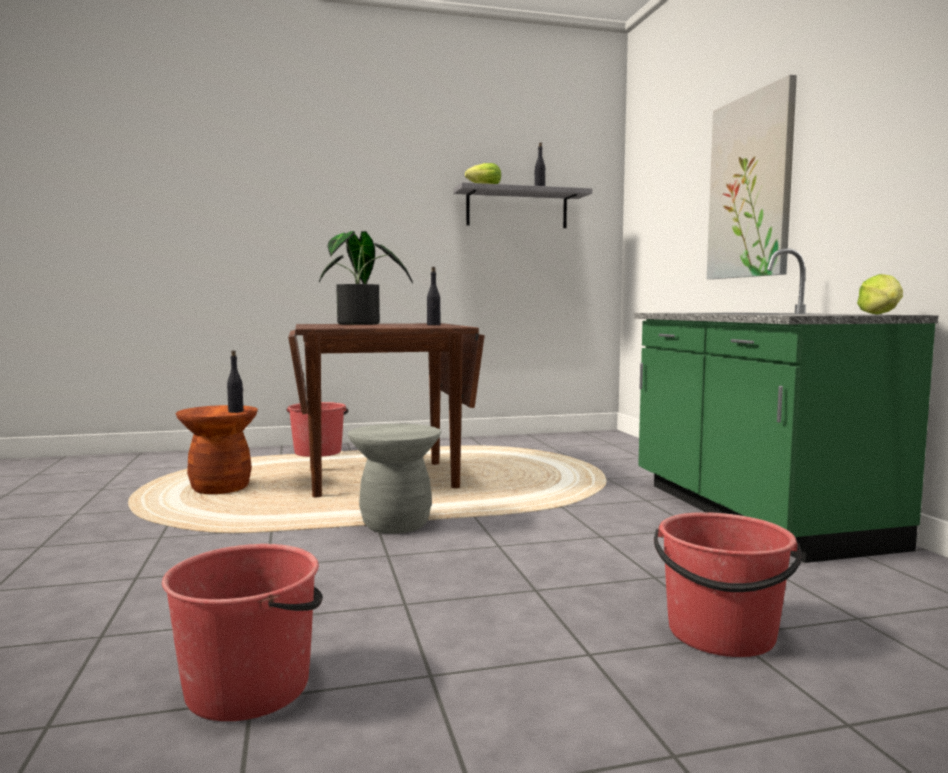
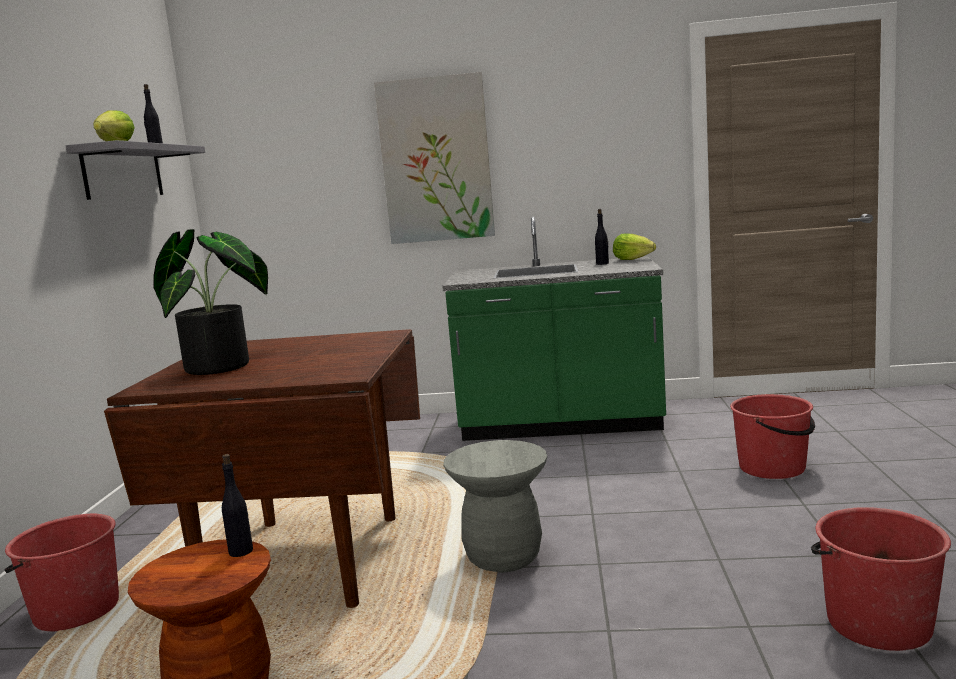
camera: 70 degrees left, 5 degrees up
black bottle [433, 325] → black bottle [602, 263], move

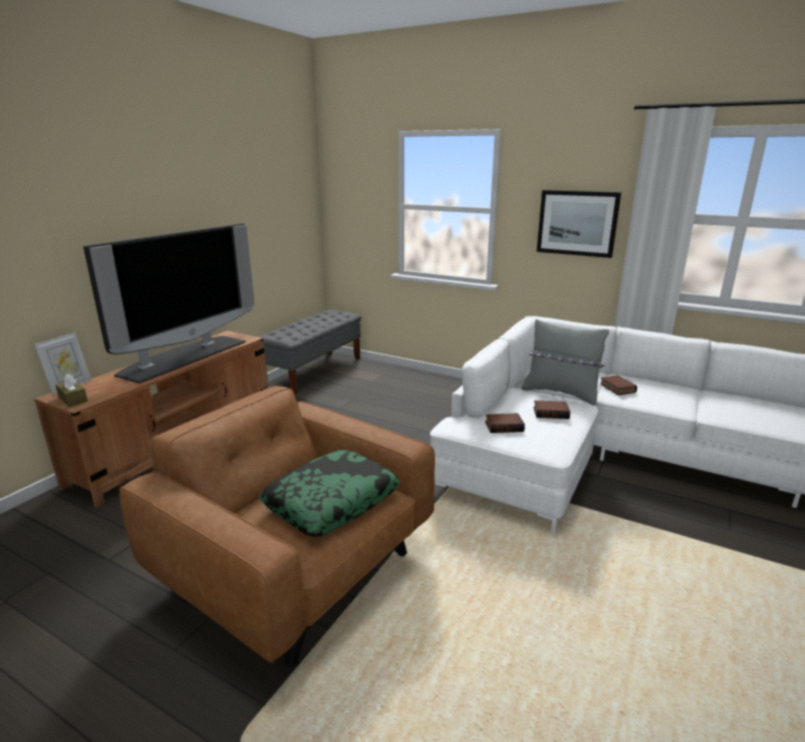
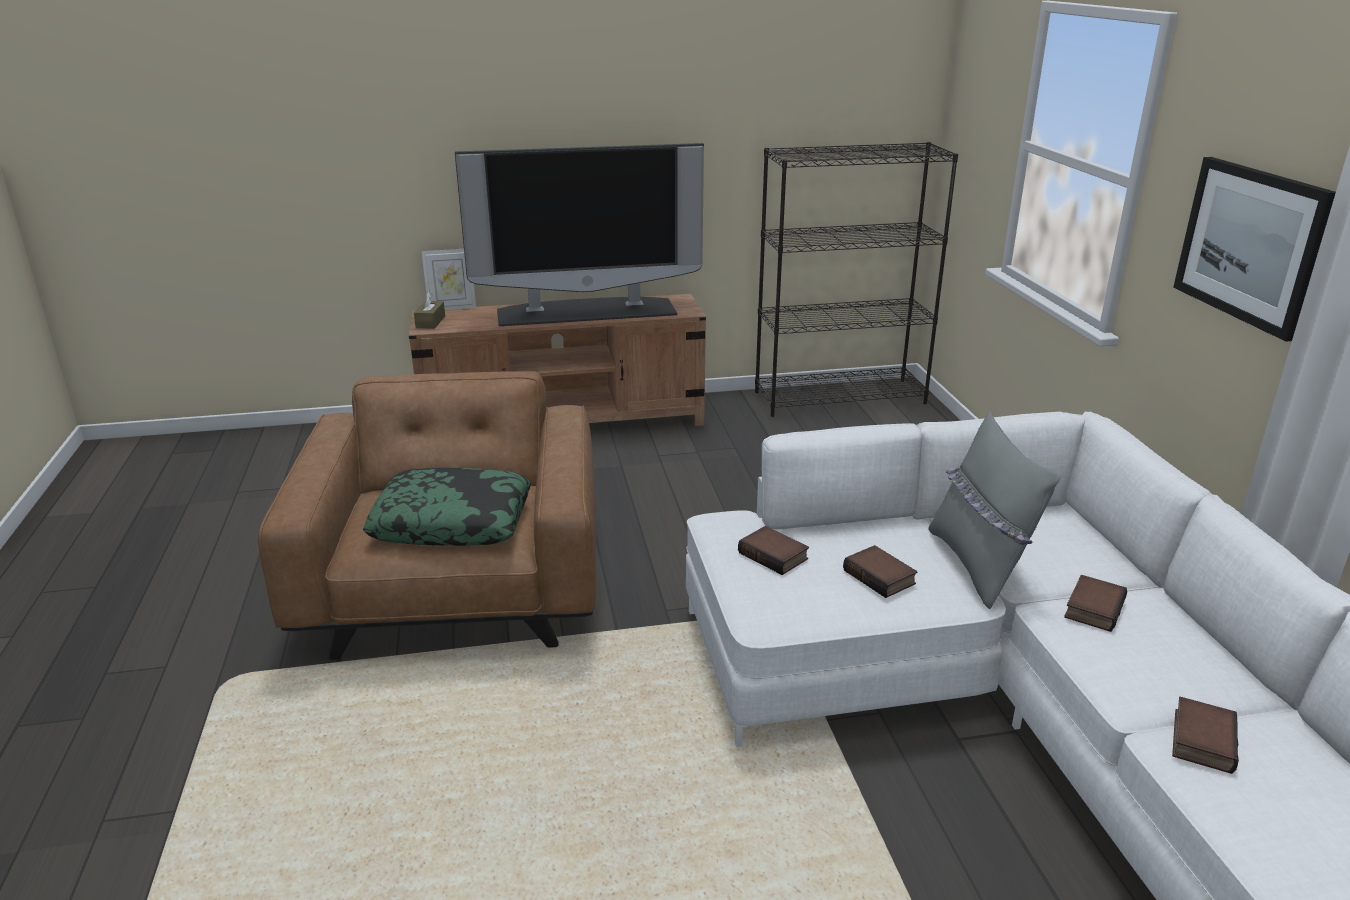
camera: 50 degrees right, 5 degrees up
grey bench [313, 371] → black bookcase [840, 397]
- → book [1200, 739]

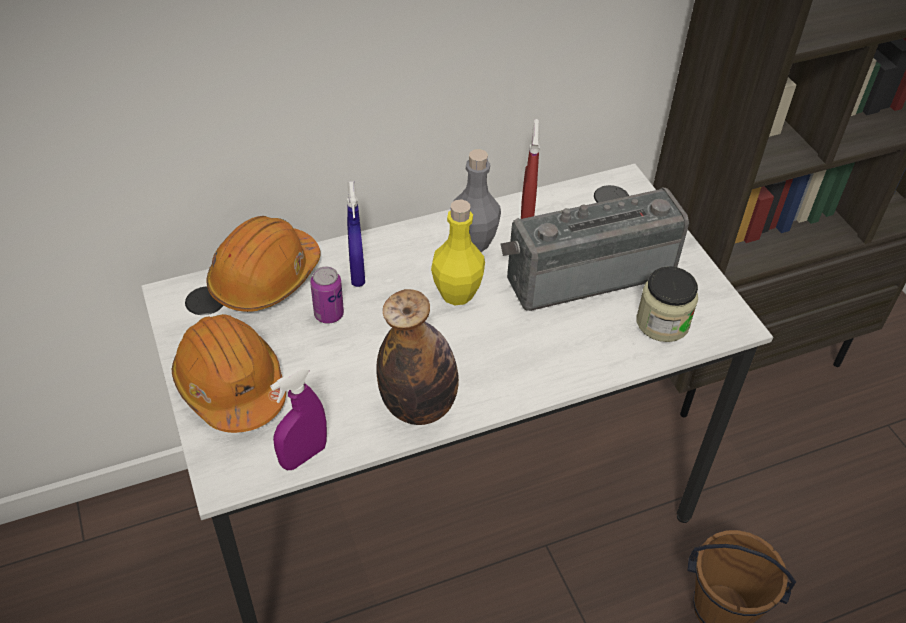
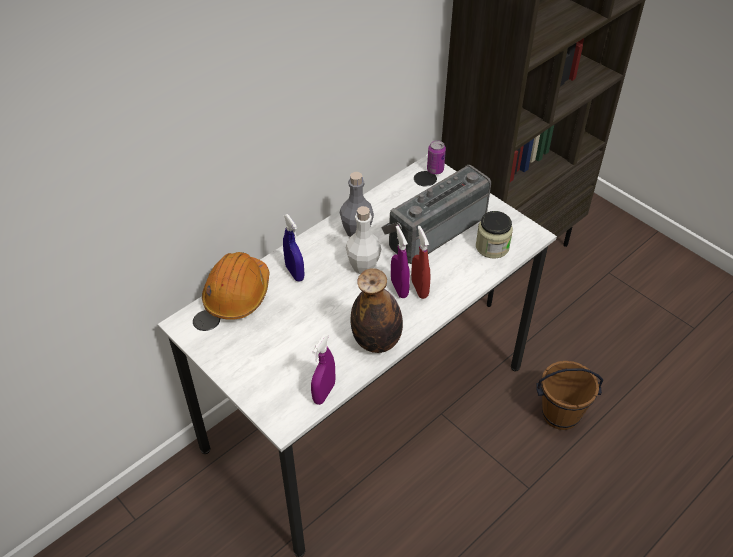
camera: 20 degrees left, 0 degrees up
orange hard hat [231, 386] → -
can [329, 314] → can [435, 170], move
yellow bottle [457, 293] → white bottle [363, 266]
red spray bottle [527, 215] → red spray bottle [419, 289], move
- → purple spray bottle [399, 288]

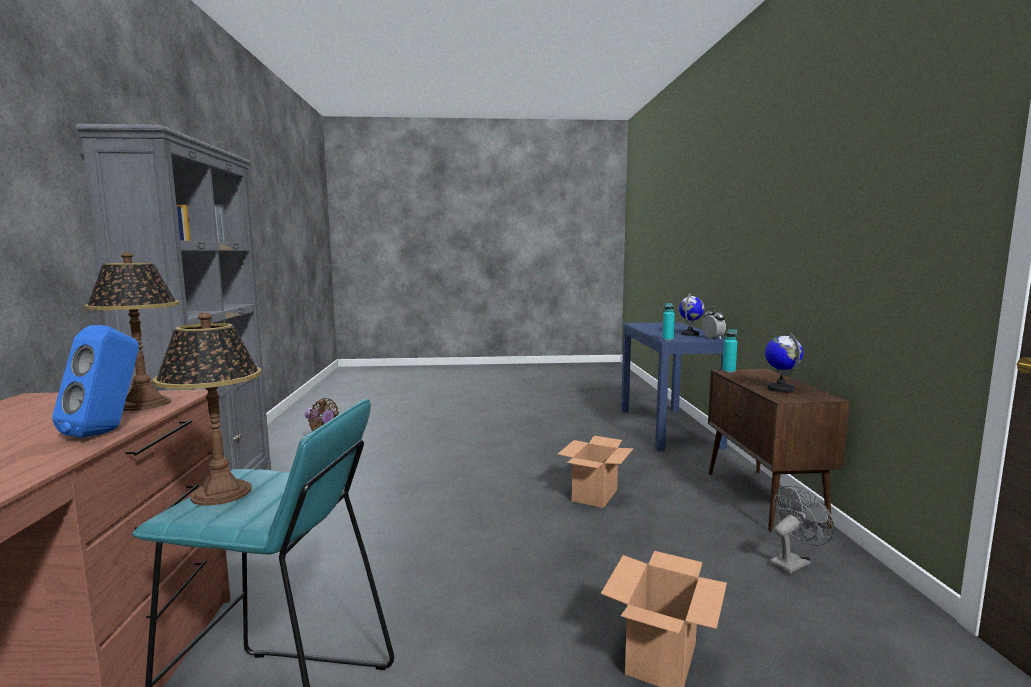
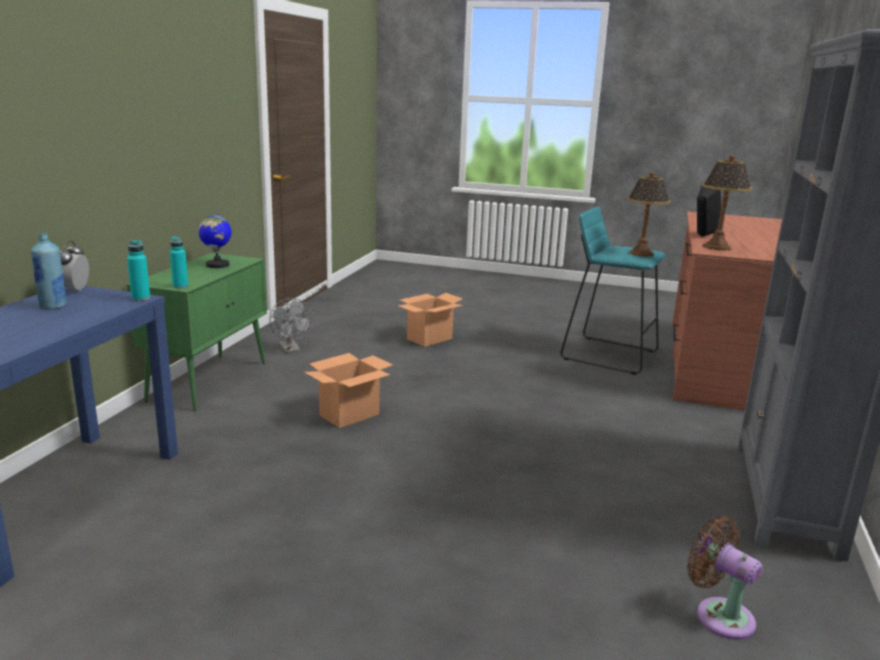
camera: 160 degrees left, 10 degrees up
blue speaker [107, 431] → black speaker [702, 236]
globe [690, 334] → blue bottle [53, 306]
brown cabinet [764, 499] → green cabinet [209, 380]
grey fan [793, 562] → grey fan [291, 349], 105 degrees counterclockwise

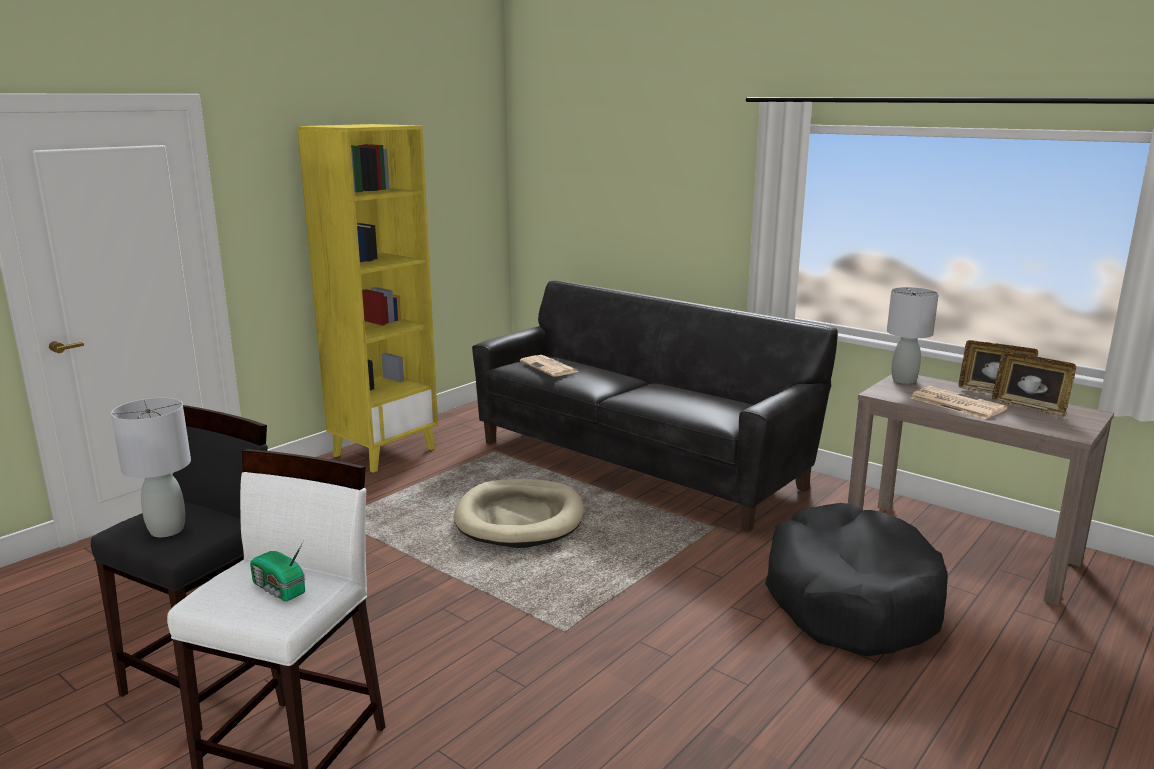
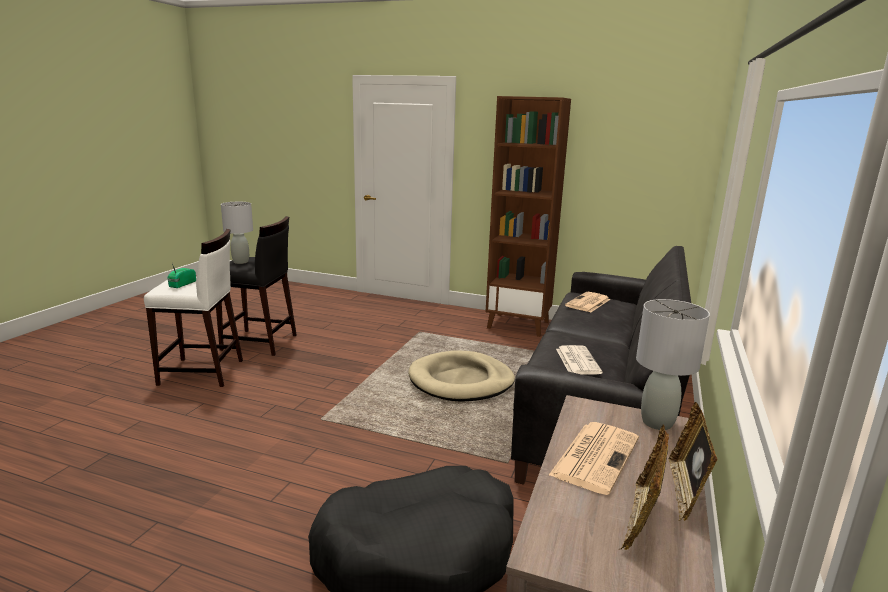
camera: 70 degrees right, 0 degrees up
yellow bookcase [384, 451] → brown bookcase [519, 325]
- → newspaper [577, 360]

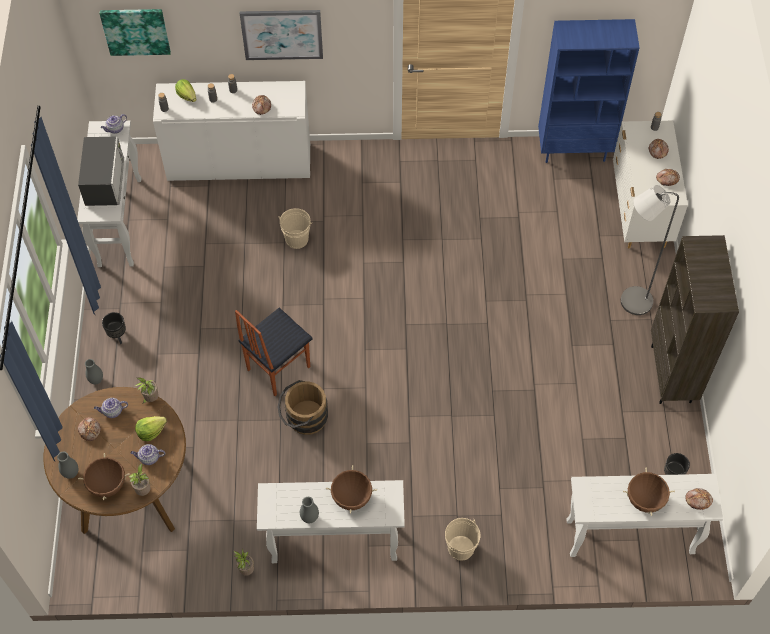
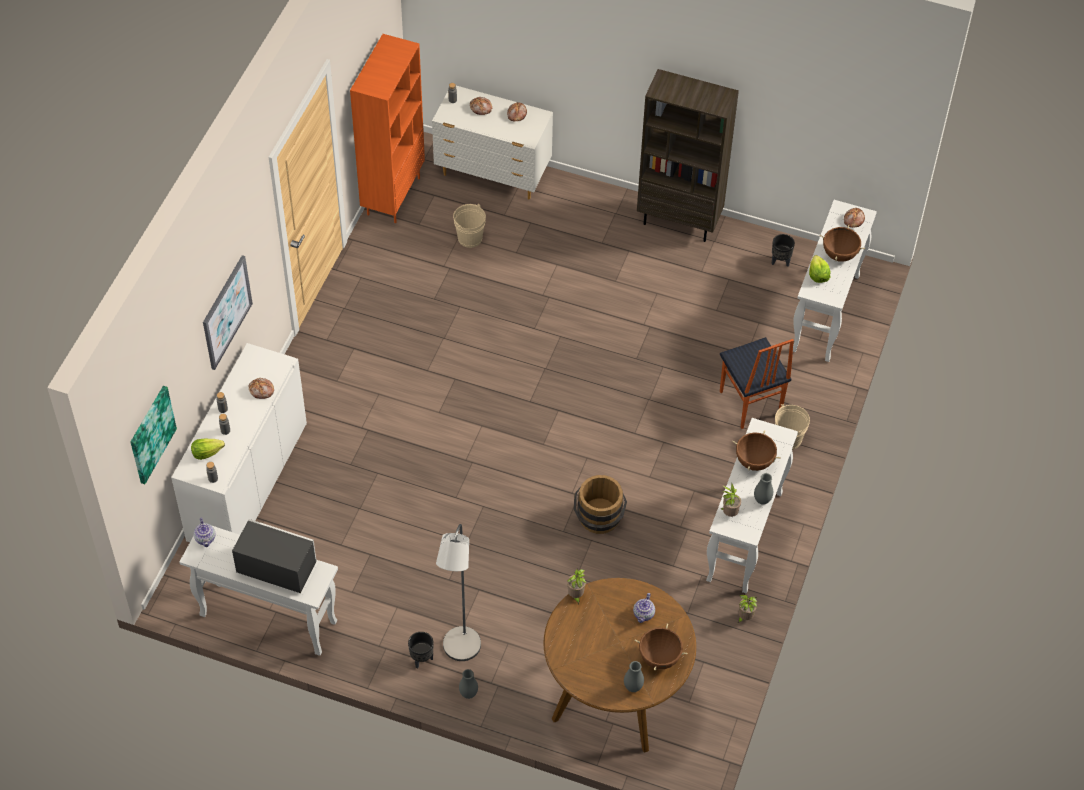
camera: 70 degrees left, 5 degrees down
bread [90, 430] → -
teapot [112, 411] → -
potted plant [144, 490] → potted plant [729, 513], move
lettuce [151, 431] → lettuce [817, 275], move
chair [277, 368] → chair [749, 404], move
beige bucket [297, 239] → beige bucket [470, 238], move
blue bookcase [574, 150] → orange bookcase [393, 195]
grey floor lamp [630, 302] → grey floor lamp [460, 651], move

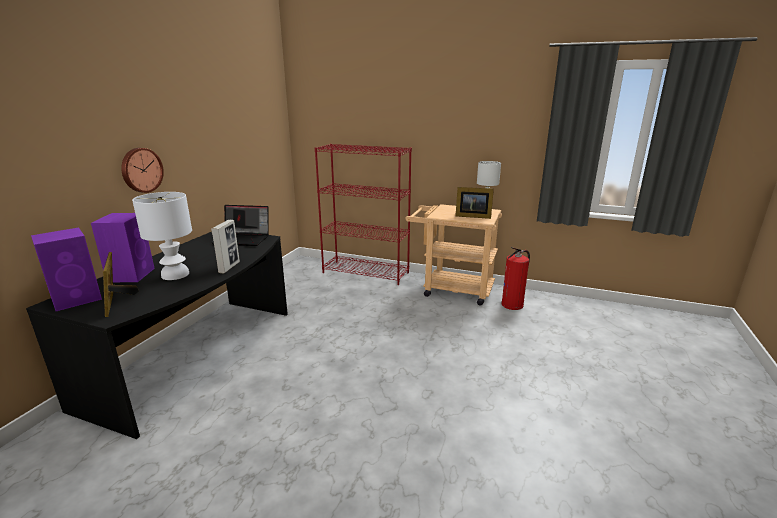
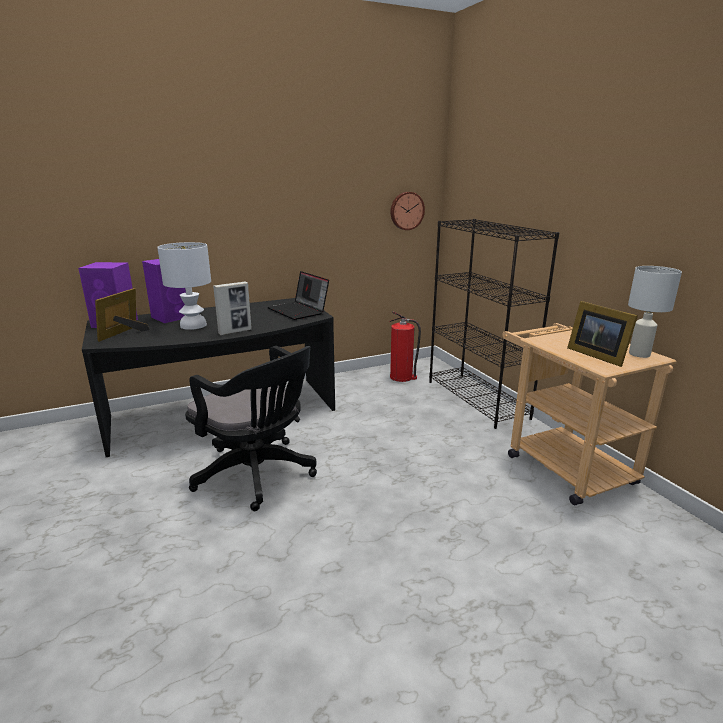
camera: 45 degrees right, 0 degrees up
wall clock [141, 170] → wall clock [406, 211], move
red bookcase [366, 273] → black bookcase [477, 399]
fire extinguisher [513, 304] → fire extinguisher [402, 377], move
- → black office chair [259, 475]

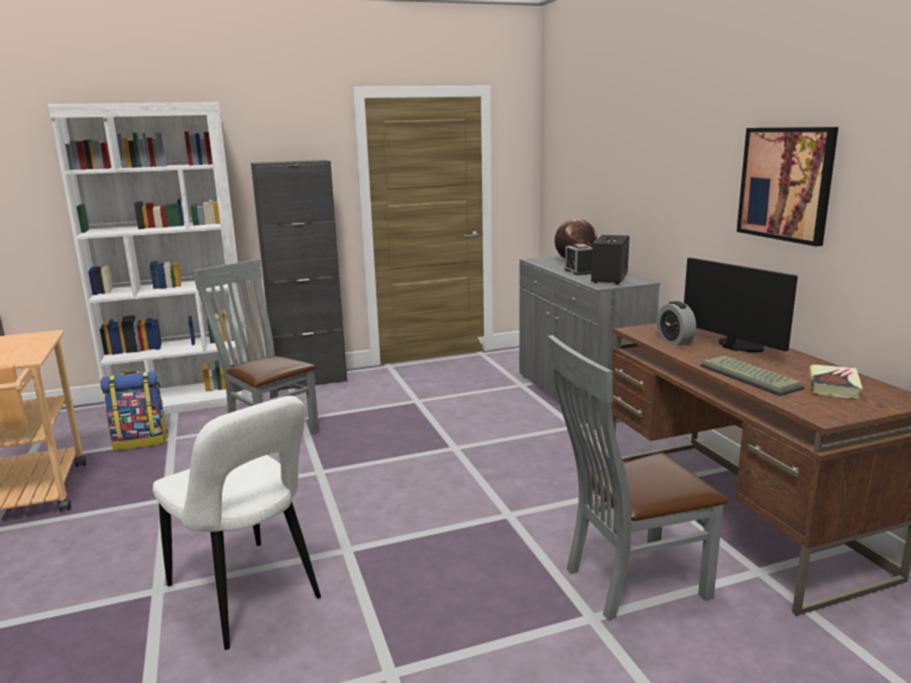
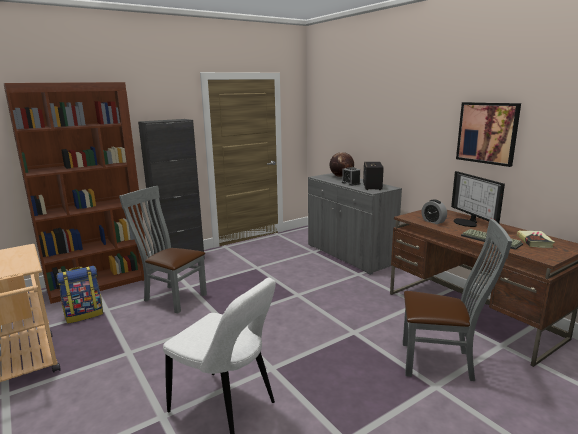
camera: 15 degrees left, 0 degrees up
white bookcase [184, 401] → brown bookcase [99, 283]
grey chair [627, 582] → grey chair [441, 362], 135 degrees counterclockwise
monitor [737, 346] → monitor [467, 222], 150 degrees counterclockwise

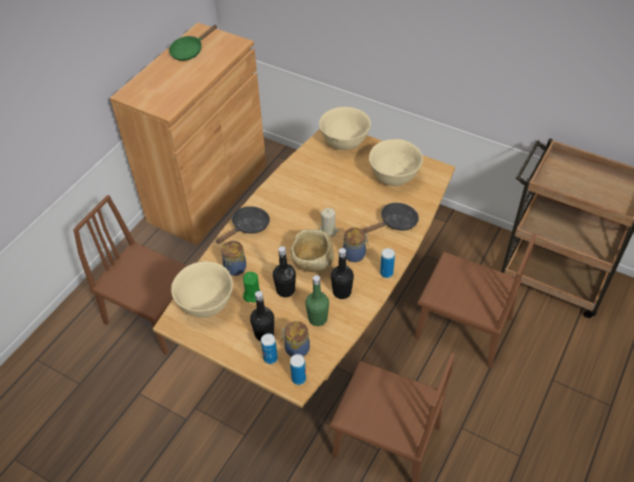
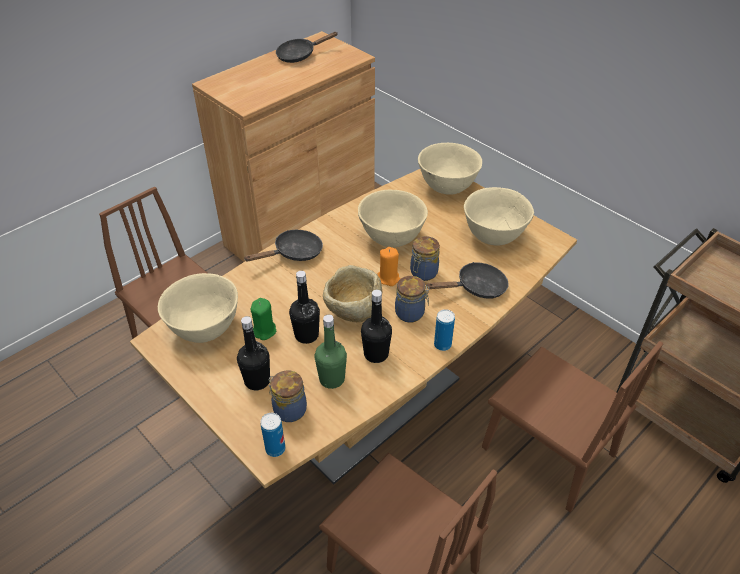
camera: 15 degrees right, 5 degrees down
green frying pan [189, 51] → black frying pan [299, 55]
jar [234, 269] → jar [423, 273], move
can [270, 358] → -
beige candle [328, 230] → orange candle [389, 278]
- → beige bowl [391, 238]

